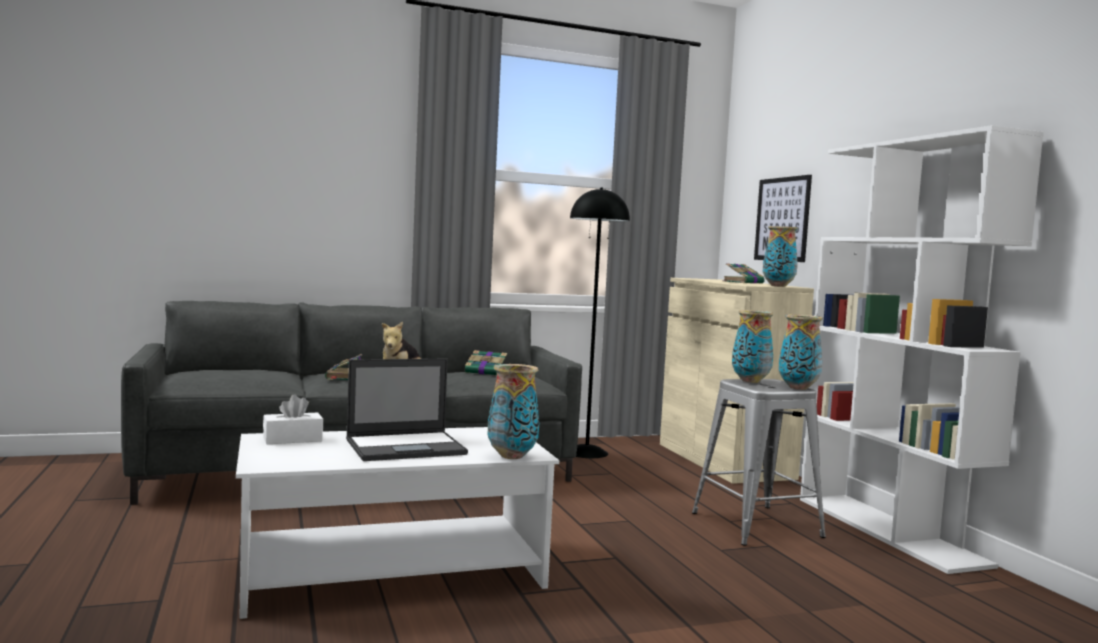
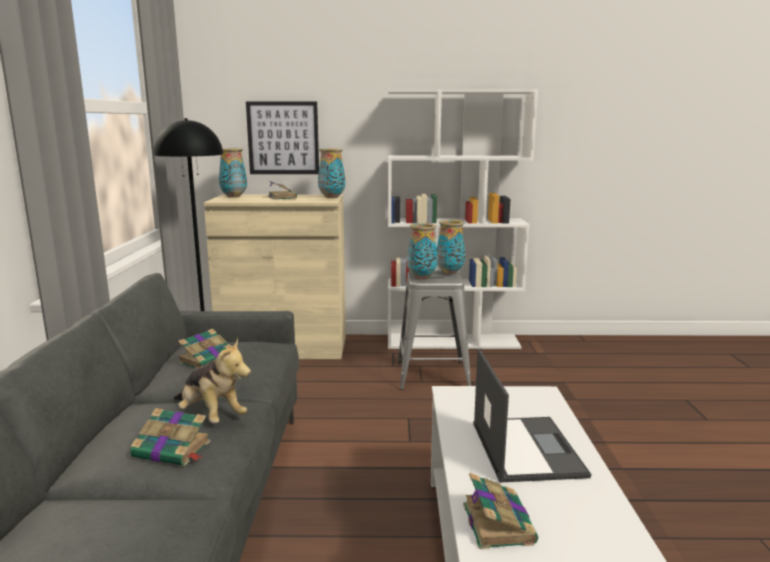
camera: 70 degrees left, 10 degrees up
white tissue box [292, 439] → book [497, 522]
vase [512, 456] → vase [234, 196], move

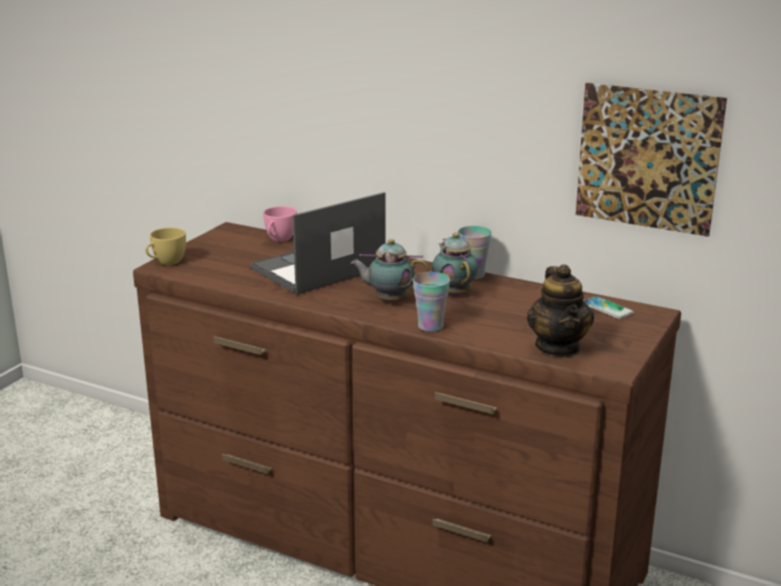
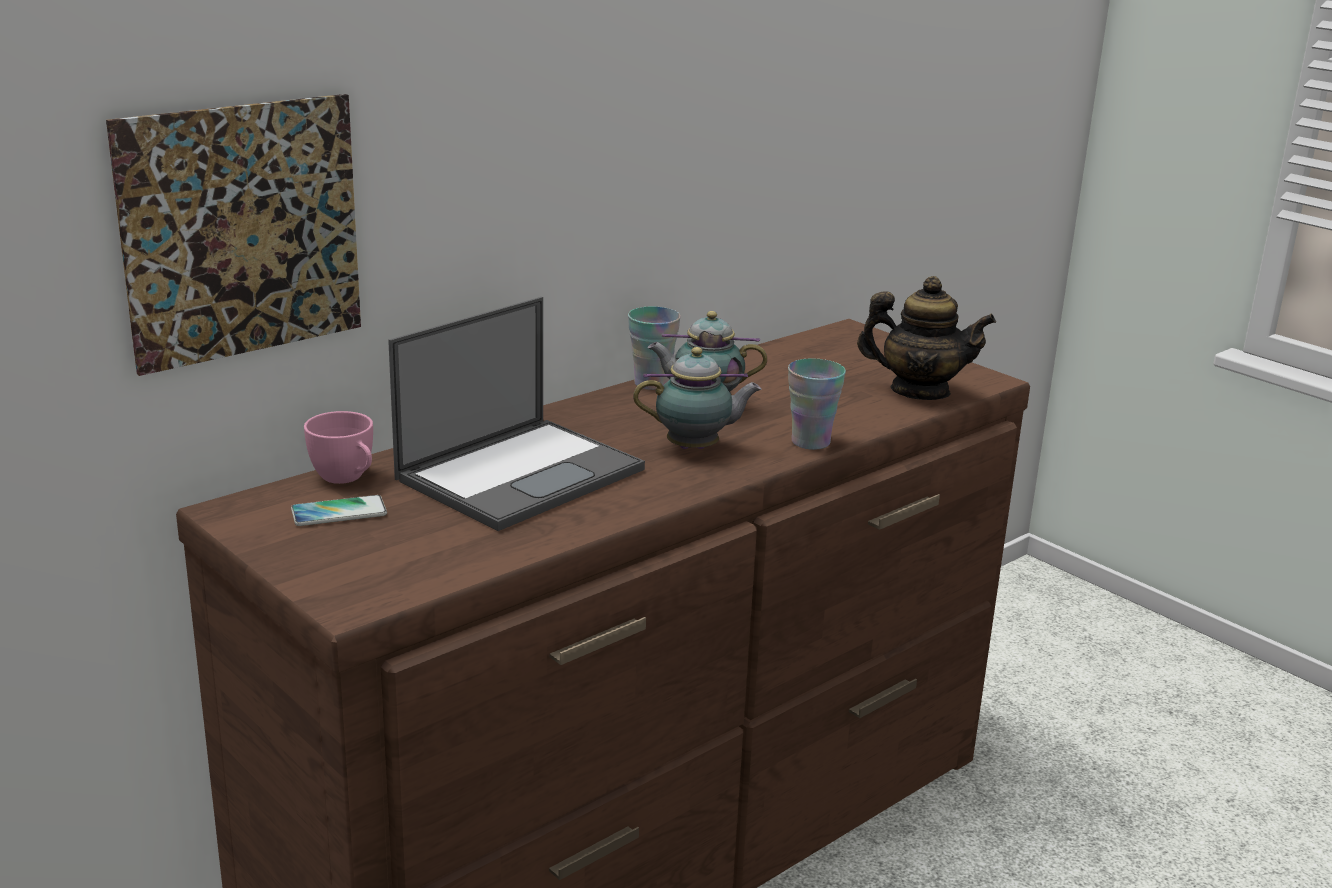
camera: 70 degrees left, 0 degrees up
yellow cup [166, 262] → -
laptop [317, 269] → laptop [522, 473], 120 degrees counterclockwise
teapot [388, 300] → teapot [696, 448], 120 degrees counterclockwise
picture [647, 159] → picture [243, 231], move
phone [607, 309] → phone [339, 512], move

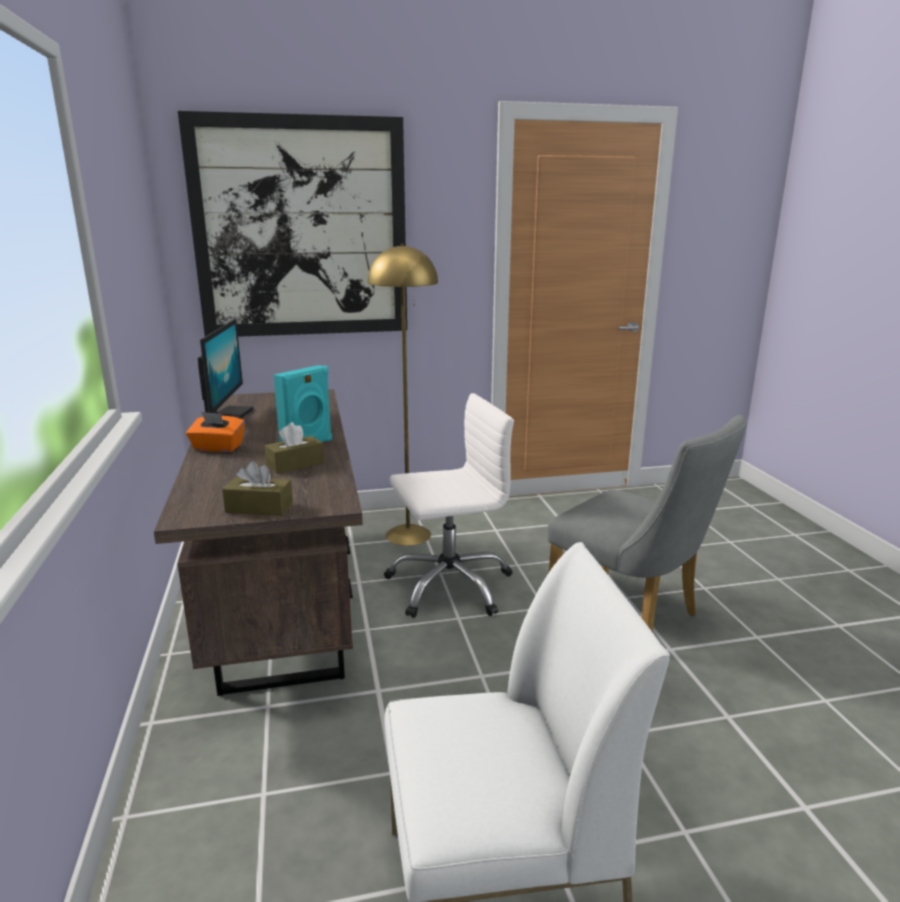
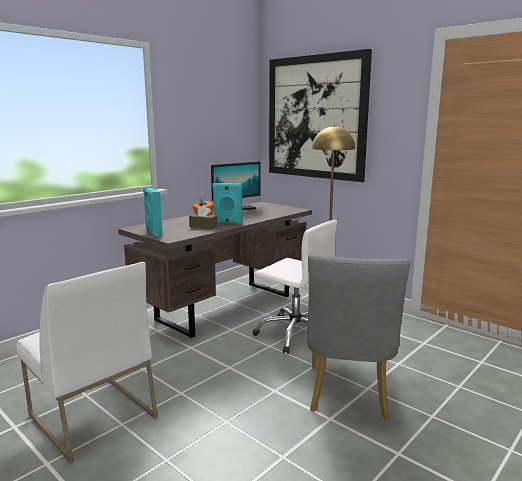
camera: 55 degrees right, 5 degrees down
brown tissue box [259, 508] → turquoise speaker [153, 232]

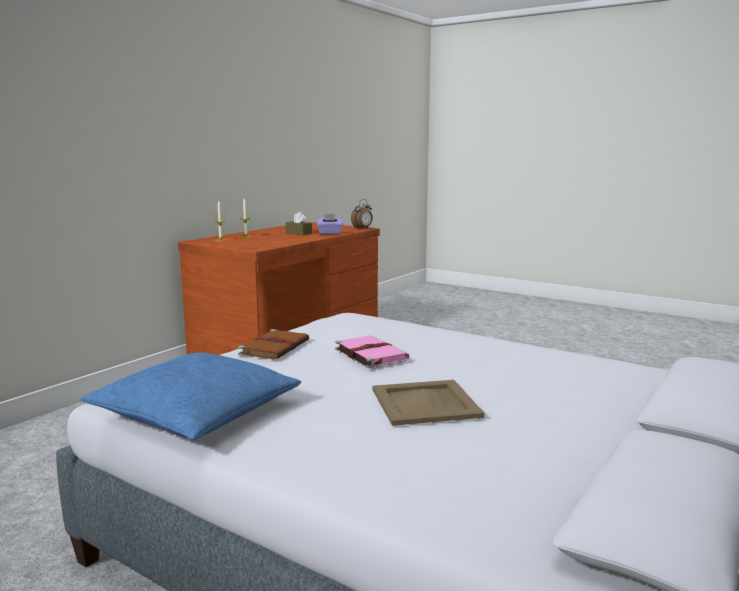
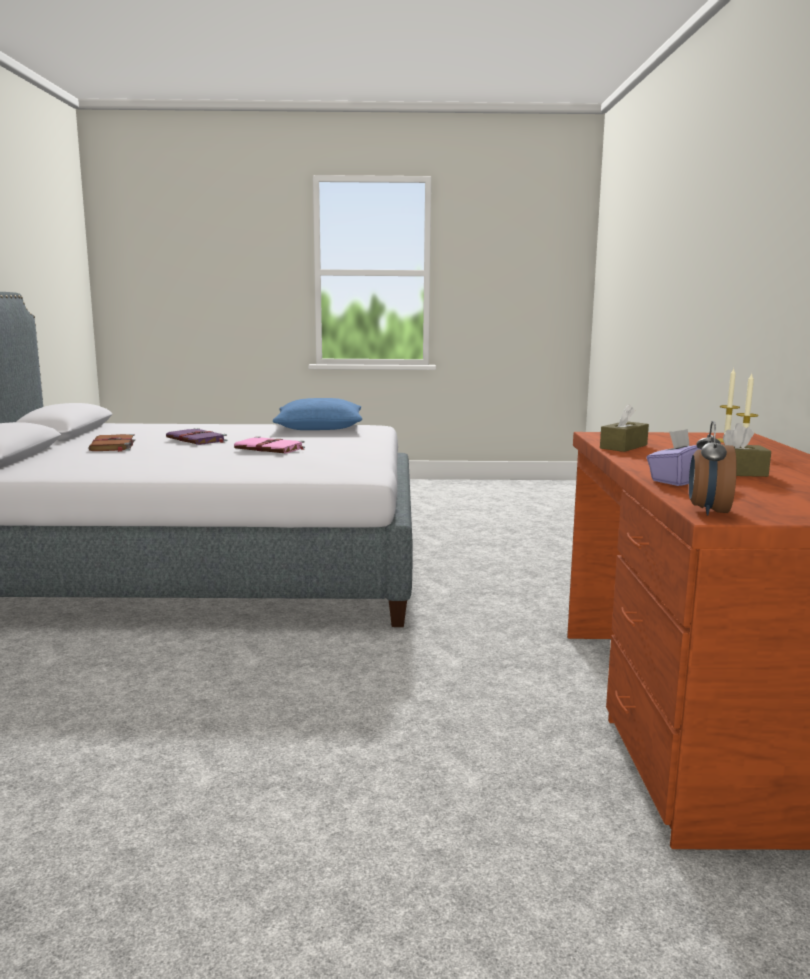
camera: 145 degrees right, 0 degrees up
brown book [275, 347] → brown book [112, 446], move
beige tray [424, 403] → purple book [197, 439]
- → brown tissue box [623, 446]

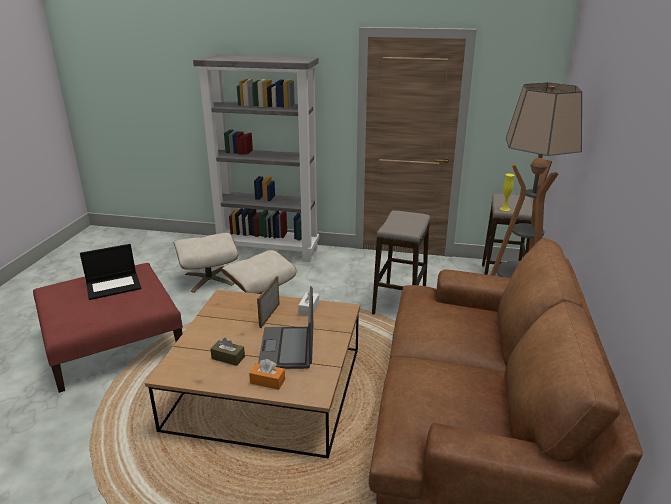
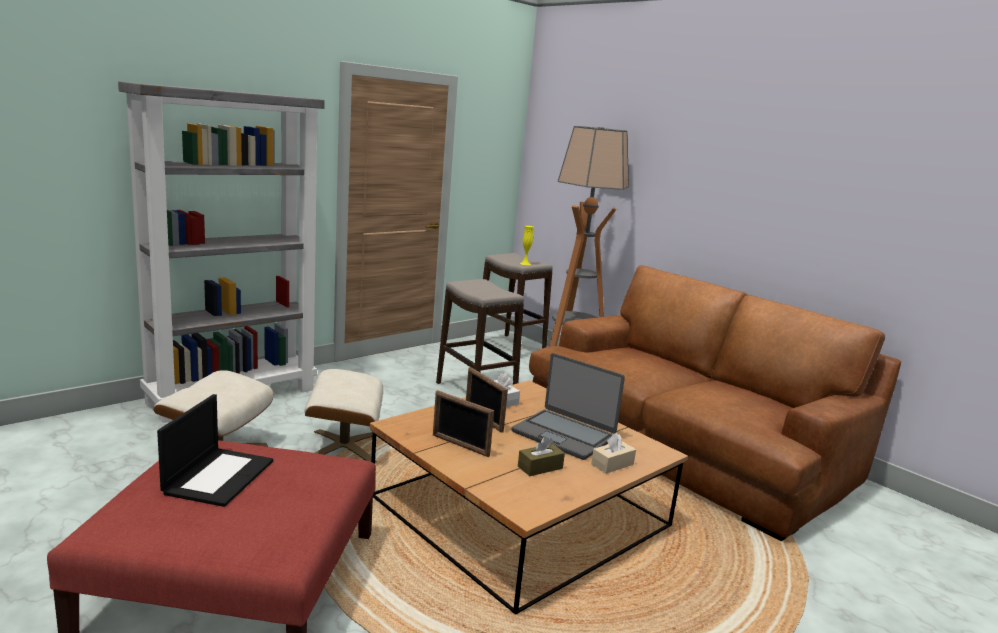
camera: 55 degrees left, 10 degrees down
orange tissue box [267, 381] → beige tissue box [612, 464]
- → picture frame [460, 445]

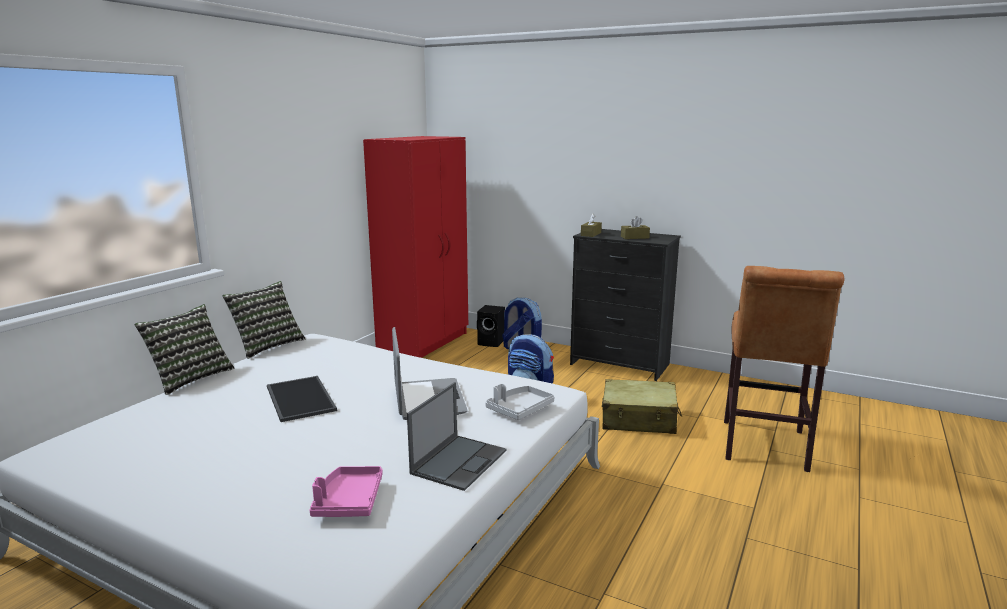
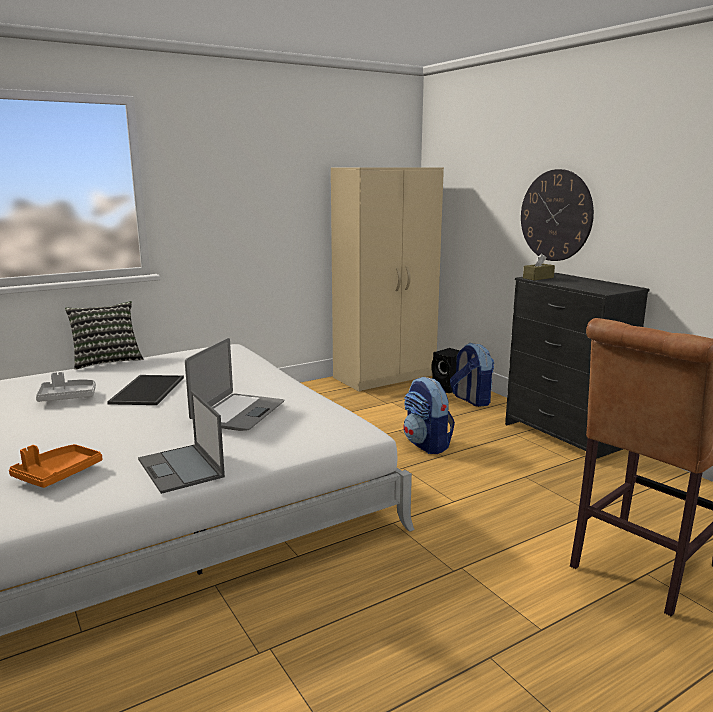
camera: 30 degrees right, 0 degrees up
pillow [267, 345] → -
pink tray [348, 501] → orange tray [57, 474]
red wardrobe [425, 342] → beige wardrobe [385, 376]
laptop [459, 461] → laptop [181, 468], 90 degrees clockwise
grey tray [519, 409] → grey tray [67, 397], move
beige suitcase [639, 419] → -
brown tissue box [634, 237] → -
- → wall clock [556, 215]

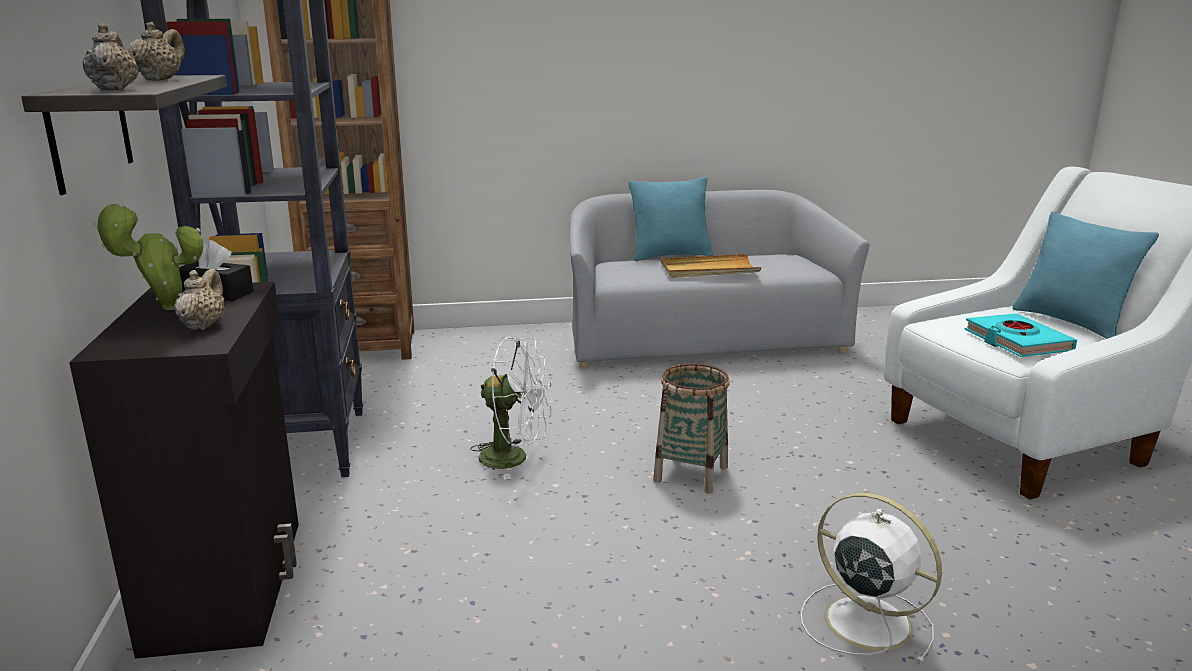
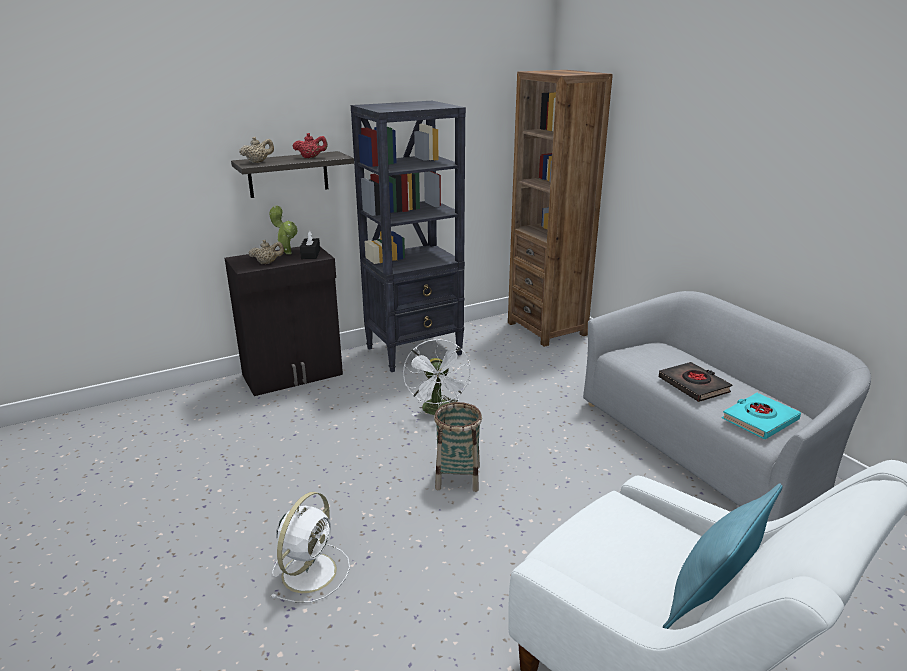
camera: 70 degrees right, 5 degrees up
beige teapot [161, 79] → red teapot [311, 157]
turquoise pillow [670, 255] → -
beige tray [709, 270] → black book [694, 385]
turquoise book [1017, 341] → turquoise book [759, 420], move

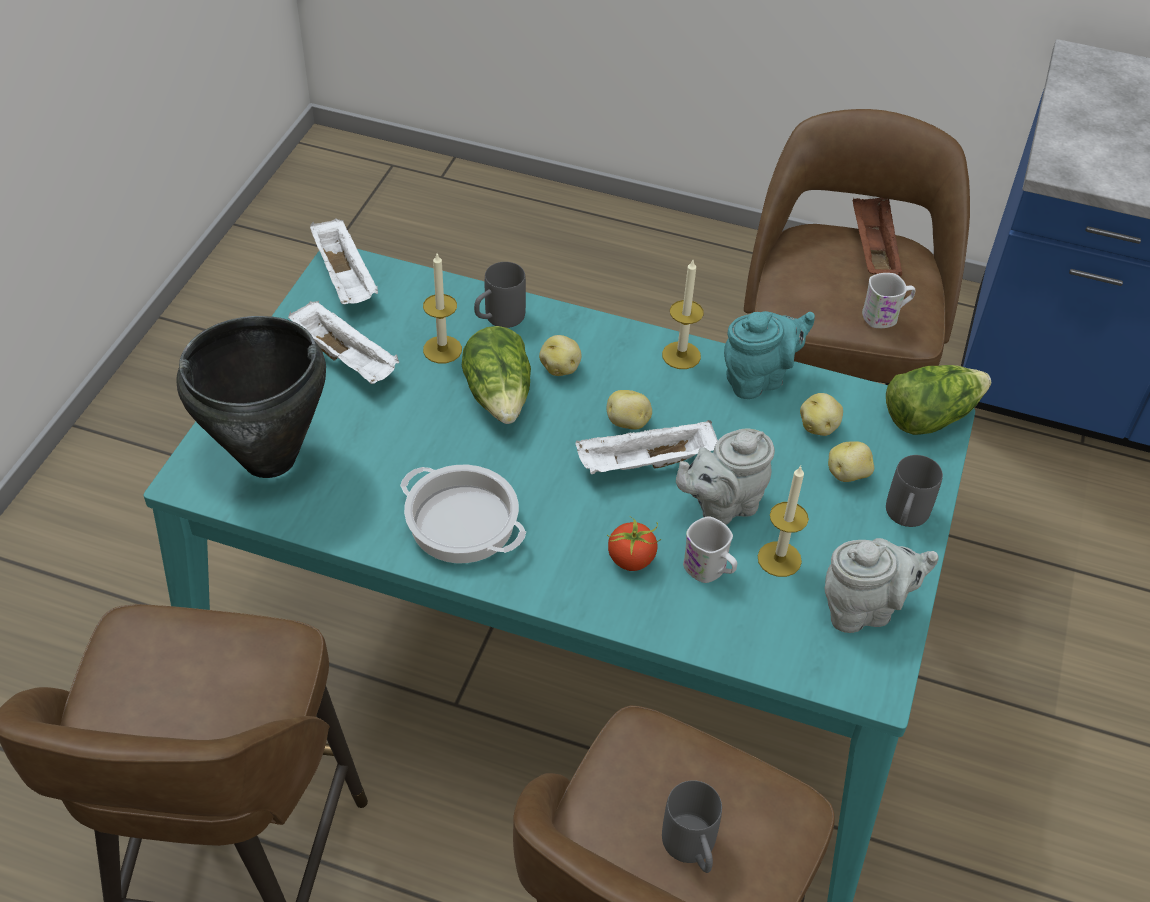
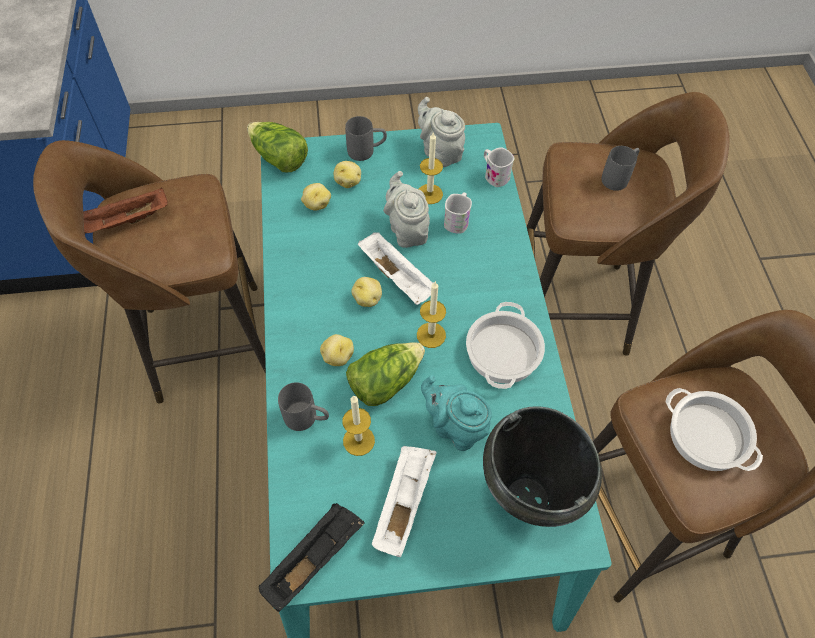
camera: 115 degrees left, 10 degrees up
white tray [345, 278] → black tray [314, 558]
tomato [631, 559] → -
candle [681, 355] → candle [431, 335], move
grey teapot [722, 505] → grey teapot [407, 230], 150 degrees counterclockwise
turquoise teapot [759, 379] → turquoise teapot [455, 427], move
white mug [885, 316] → white mug [494, 175], move
- → cooking pot [708, 435]

